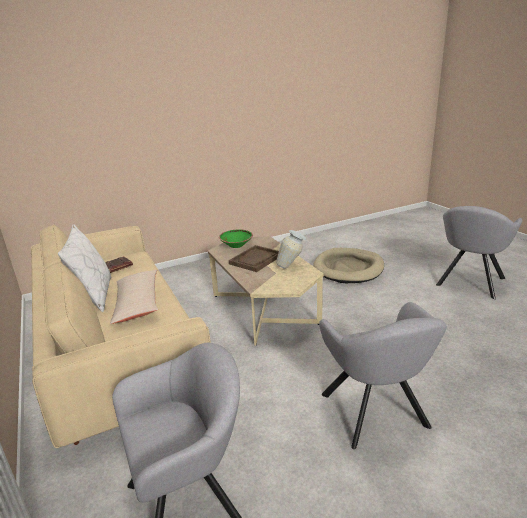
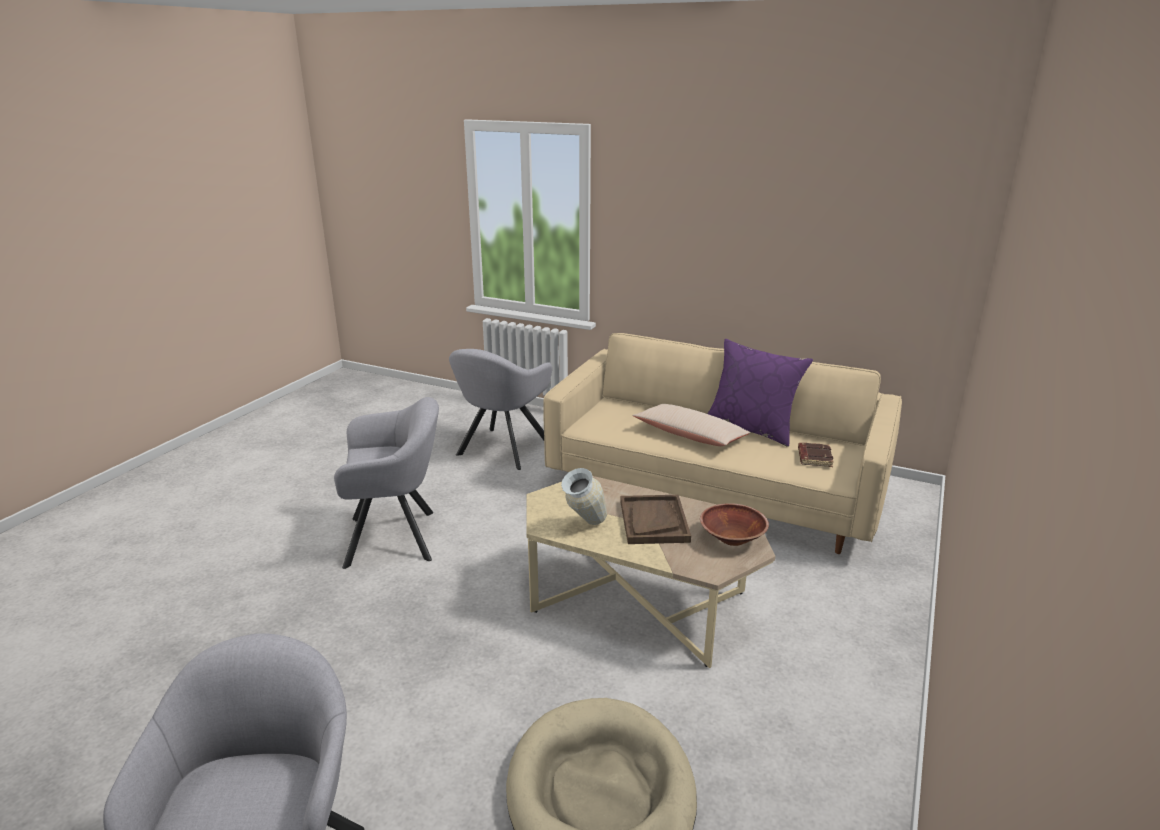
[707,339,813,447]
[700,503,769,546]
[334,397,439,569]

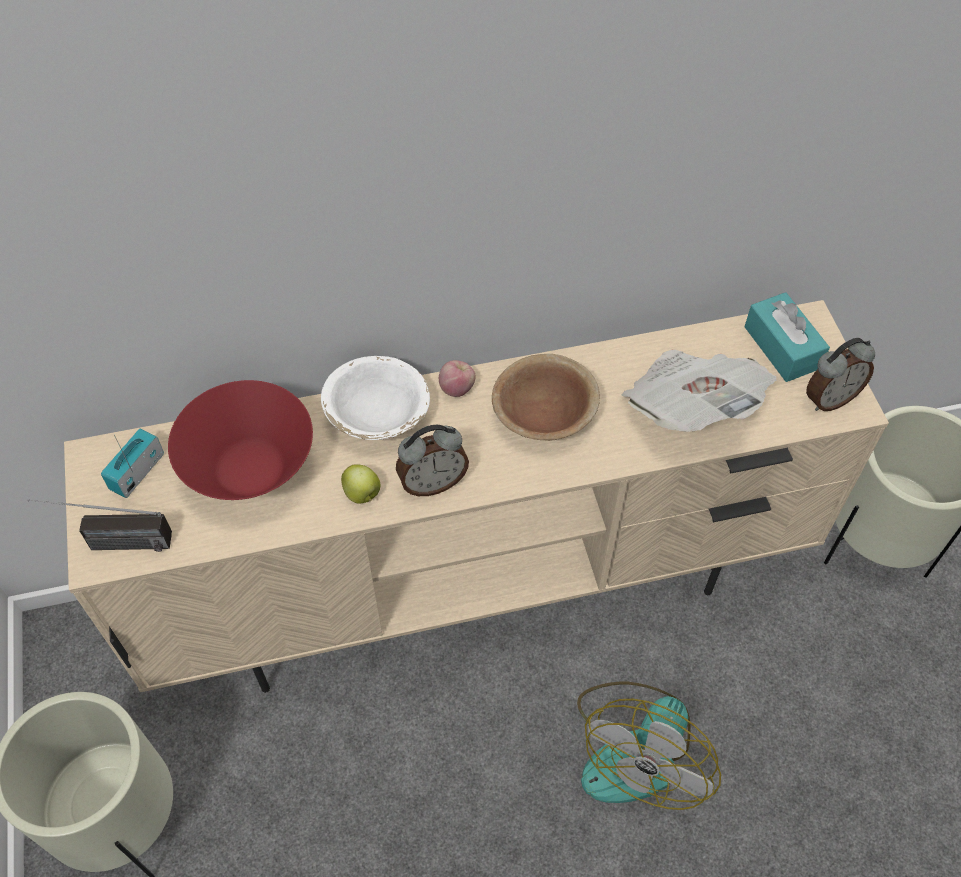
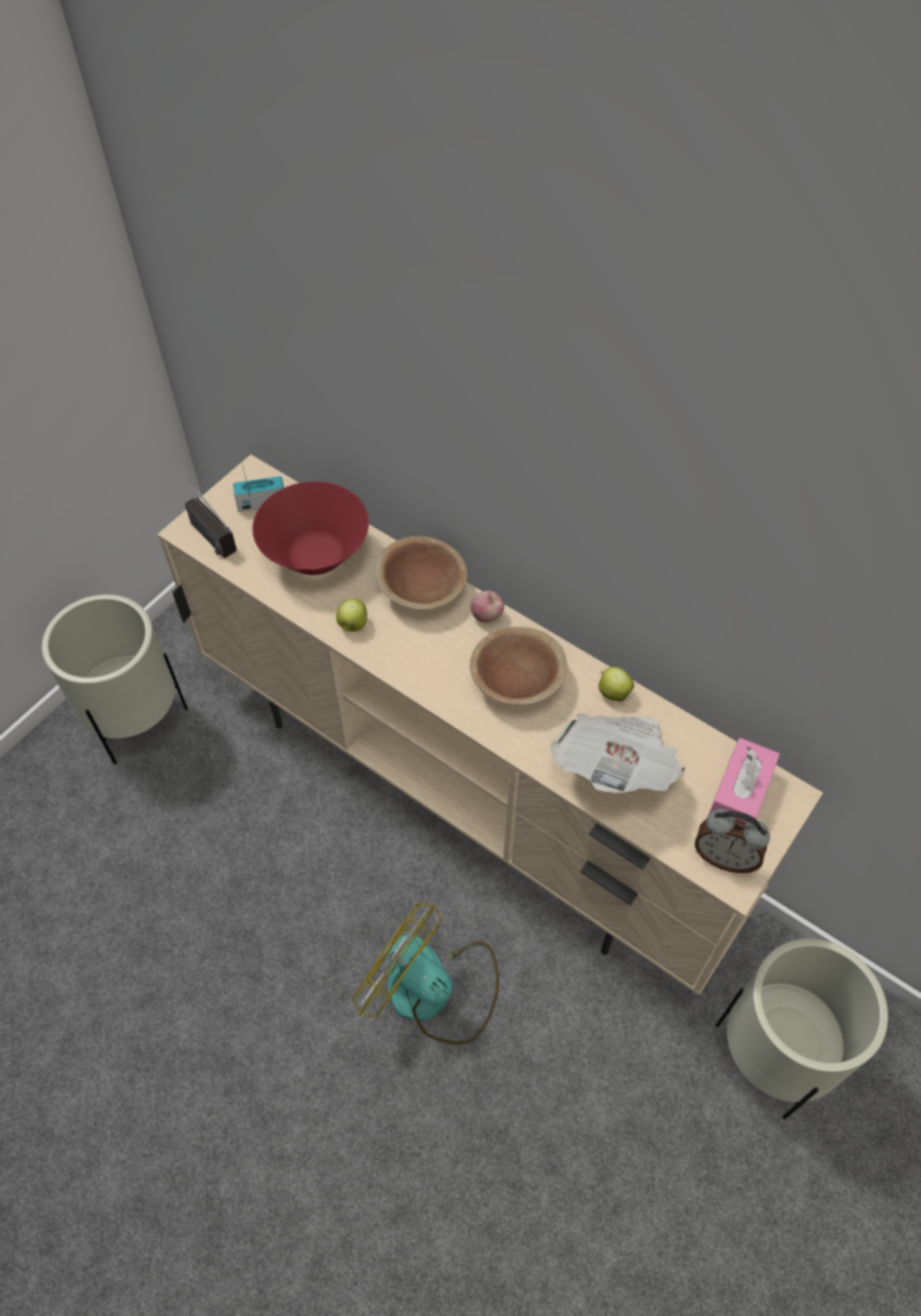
[396,424,469,496] (first image)
[599,667,634,701]
[375,536,467,610]
[709,738,780,823]
[352,903,499,1045]

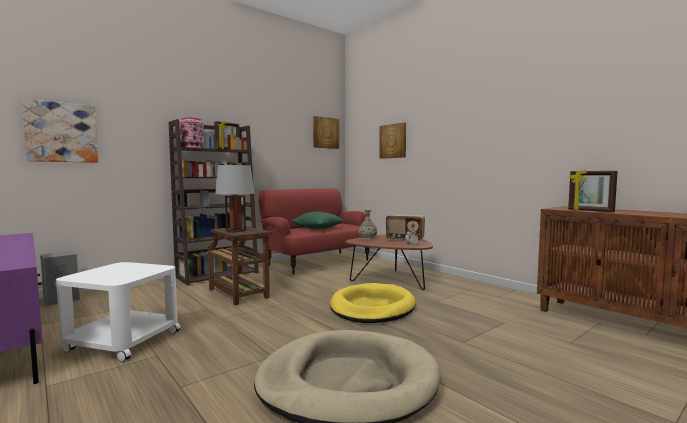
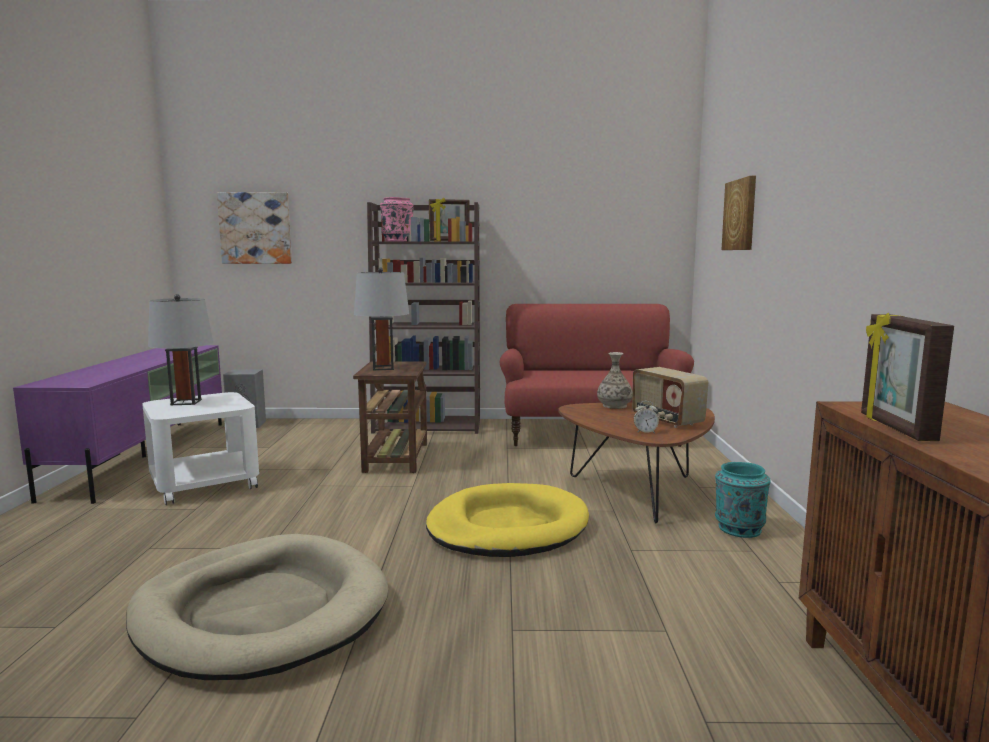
[291,212,344,229] (first image)
[313,116,339,149] (first image)
[148,294,213,405]
[715,462,771,538]

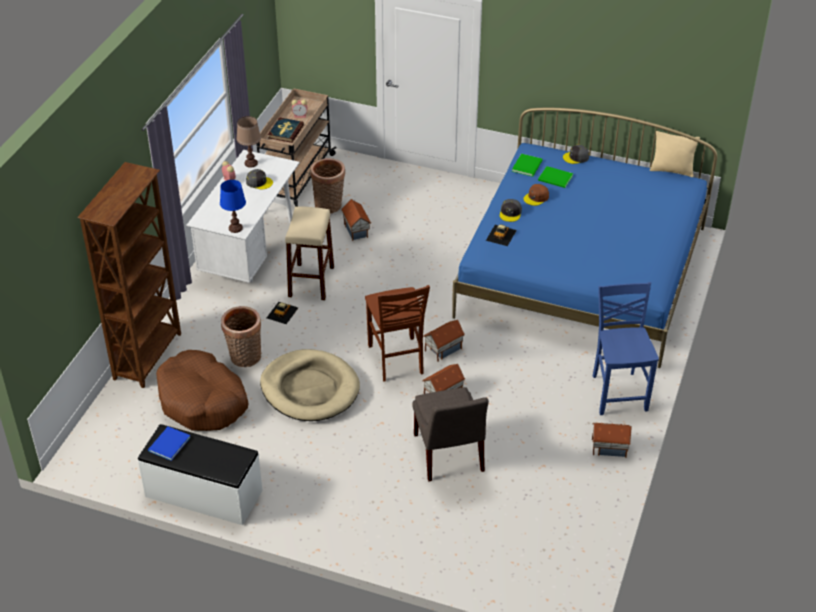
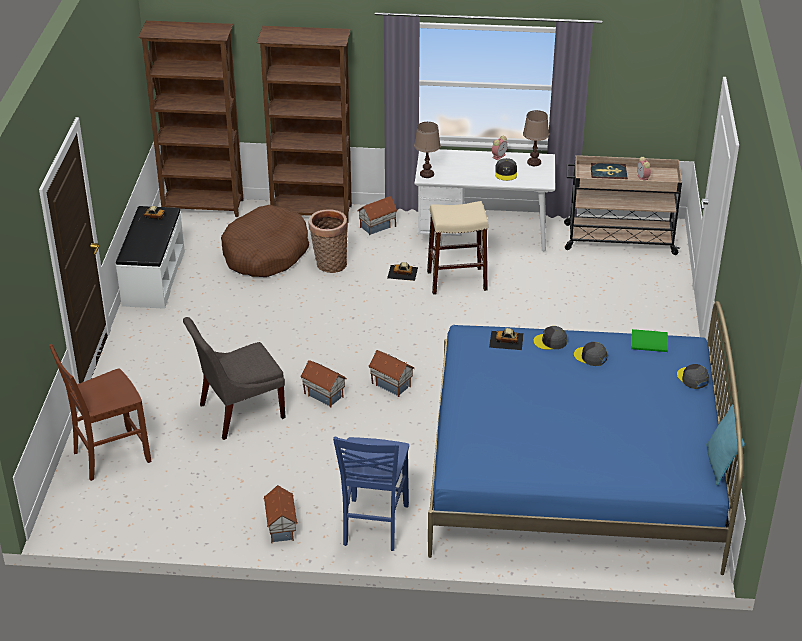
[260,349,360,421] (first image)
[310,158,345,214] (first image)
[538,166,573,188] (first image)
[138,21,244,217]
[358,196,398,235]
[49,344,151,481]
[138,206,172,225]
[414,122,441,178]
[574,342,607,366]
[706,404,745,486]
[333,436,409,551]

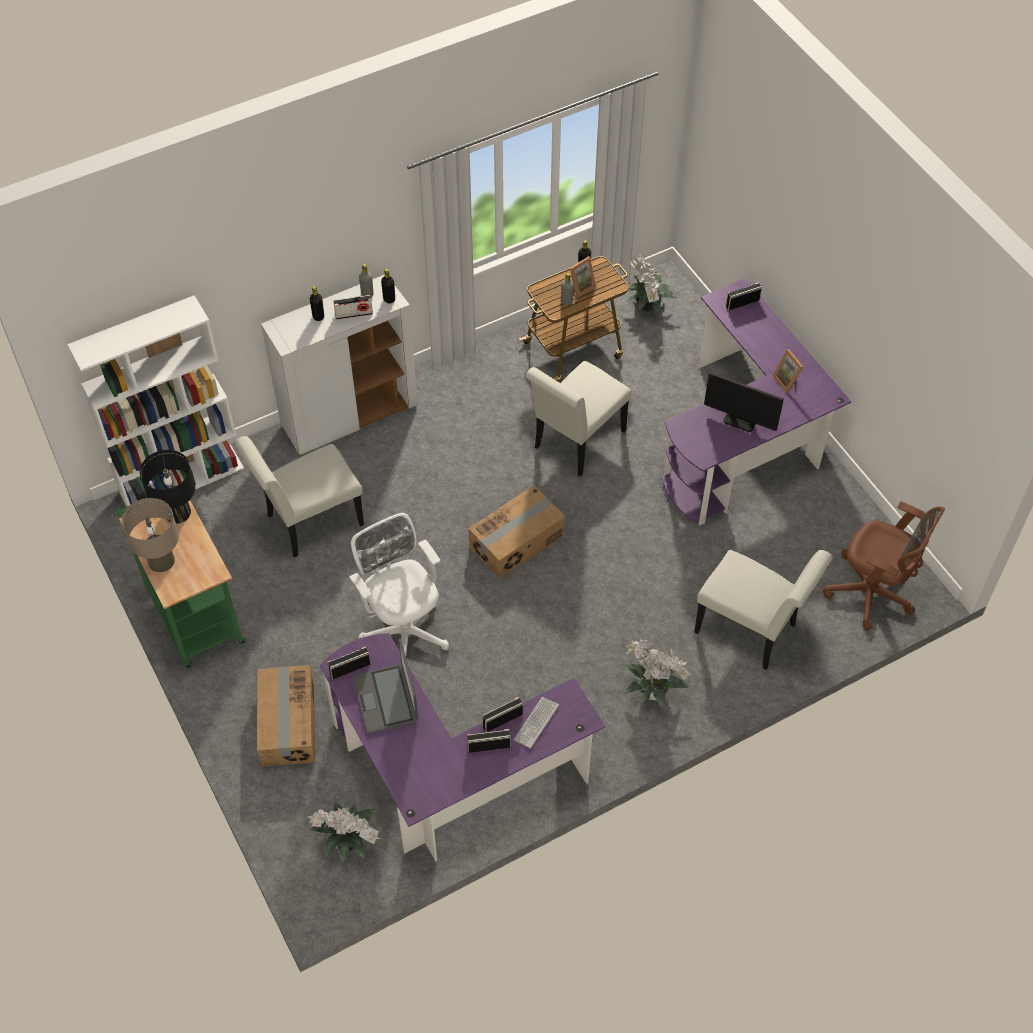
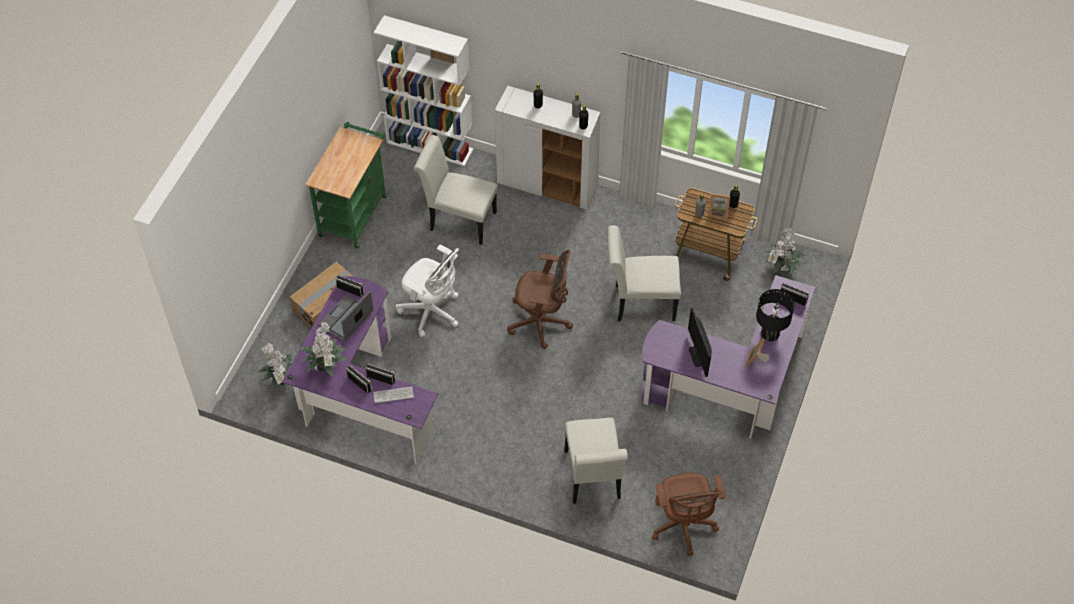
[122,498,179,572] (first image)
[333,295,373,319] (first image)
[756,289,795,341]
[300,322,347,377]
[507,250,573,349]
[396,245,459,337]

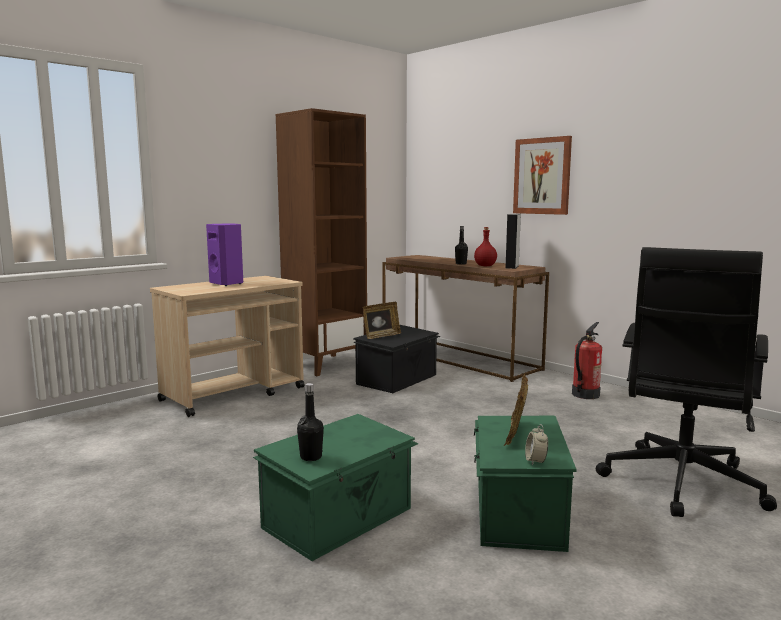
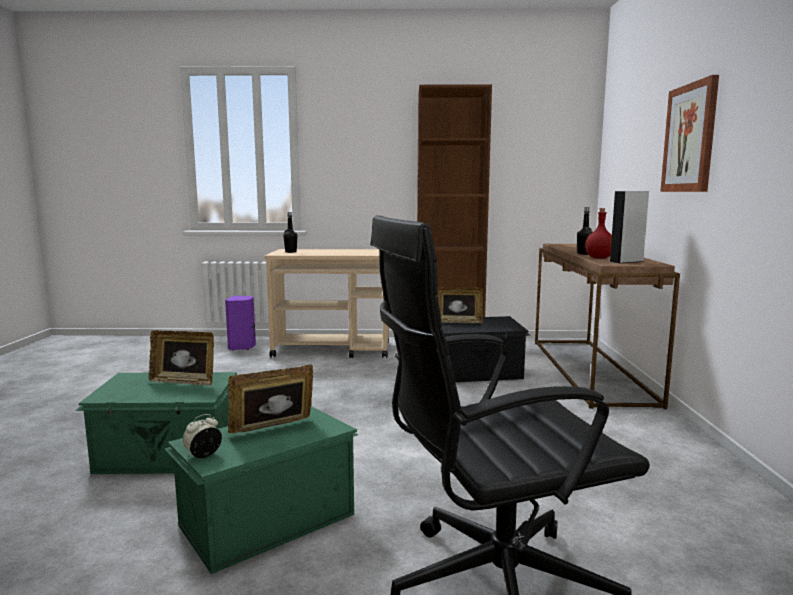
[572,322,602,399] (first image)
[149,330,214,385]
[225,296,256,350]
[283,212,297,253]

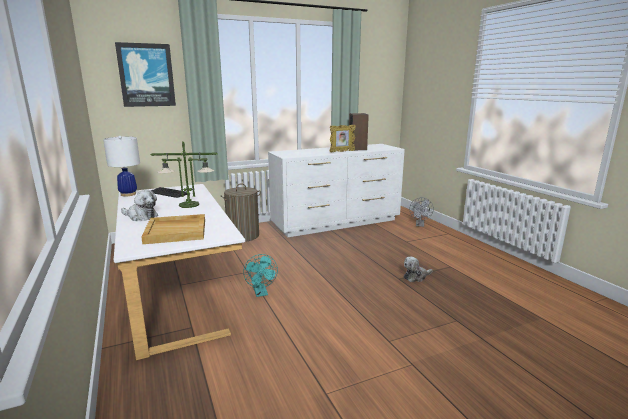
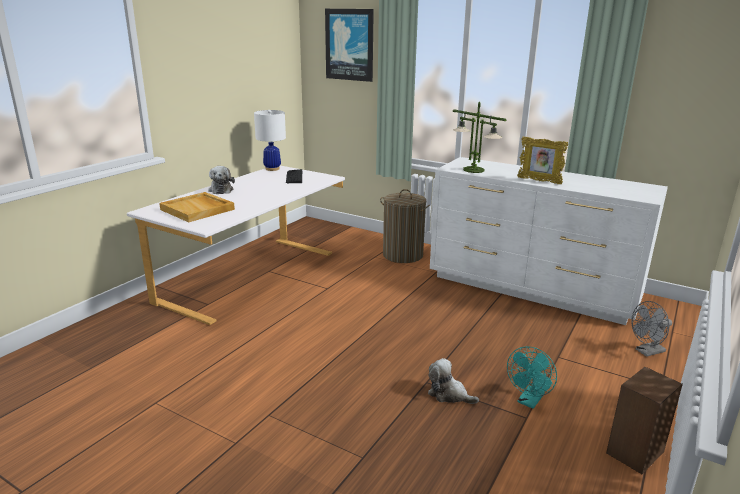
[453,101,507,173]
[507,346,557,409]
[606,367,683,474]

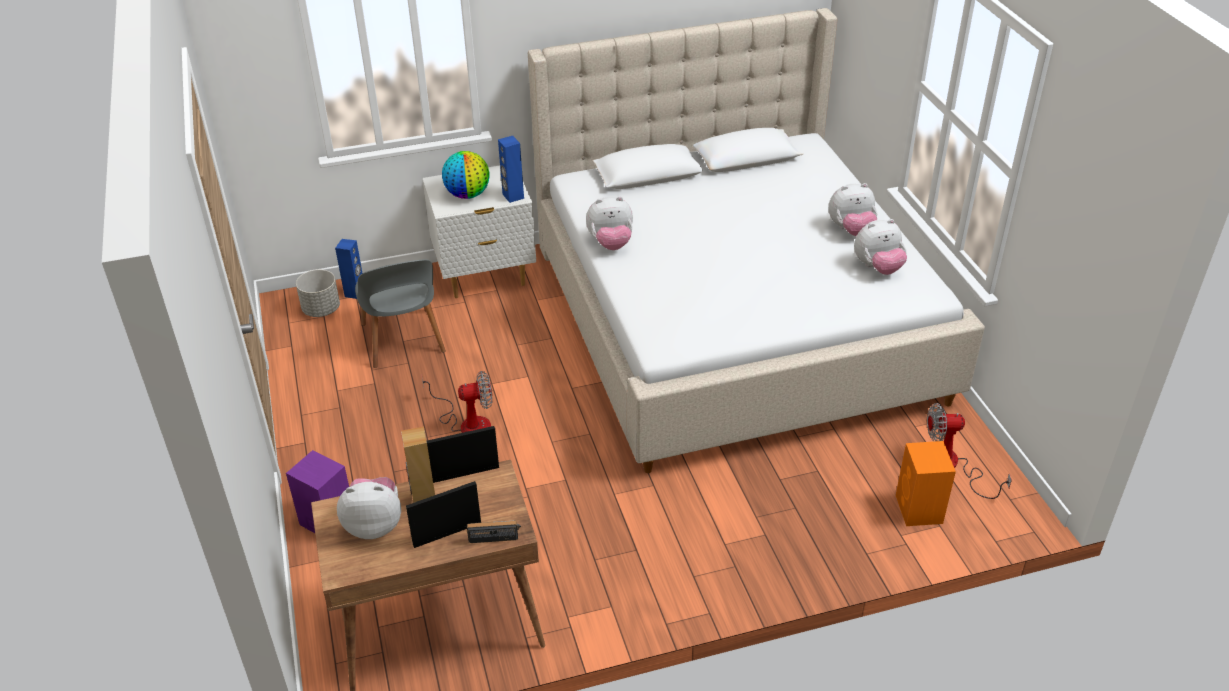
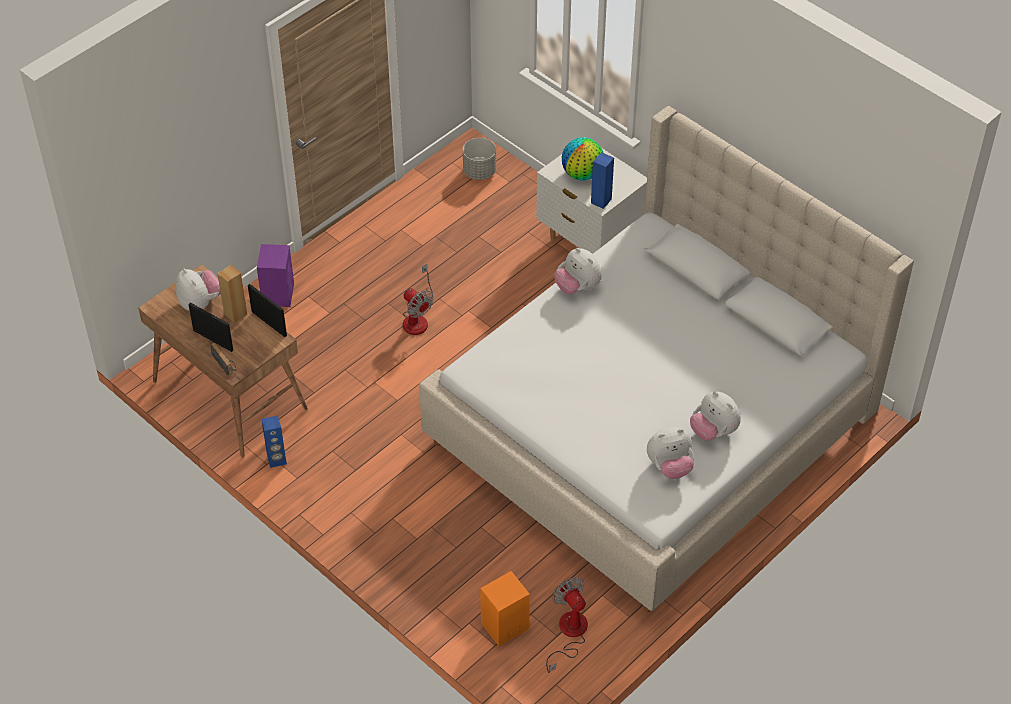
[355,259,446,368] (first image)
[261,415,287,468]
[647,427,694,479]

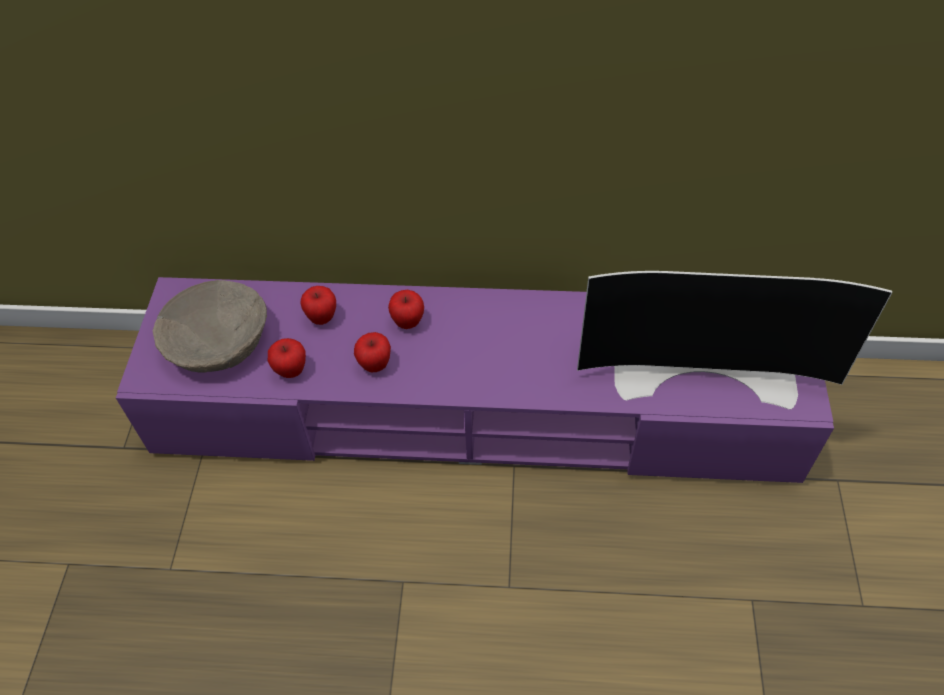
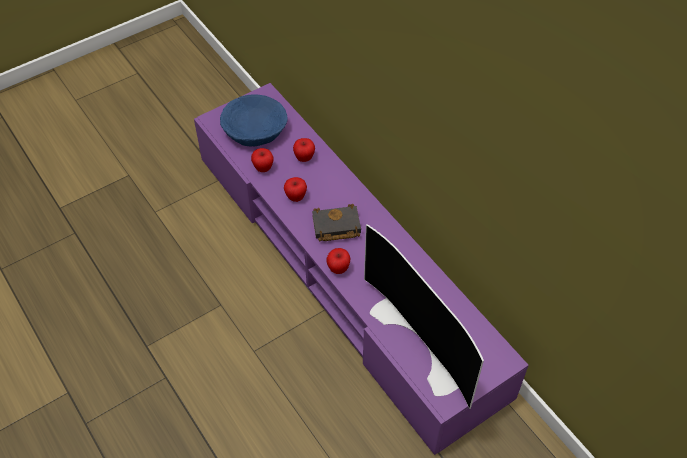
[312,204,361,241]
[327,248,350,274]
[220,94,288,146]

